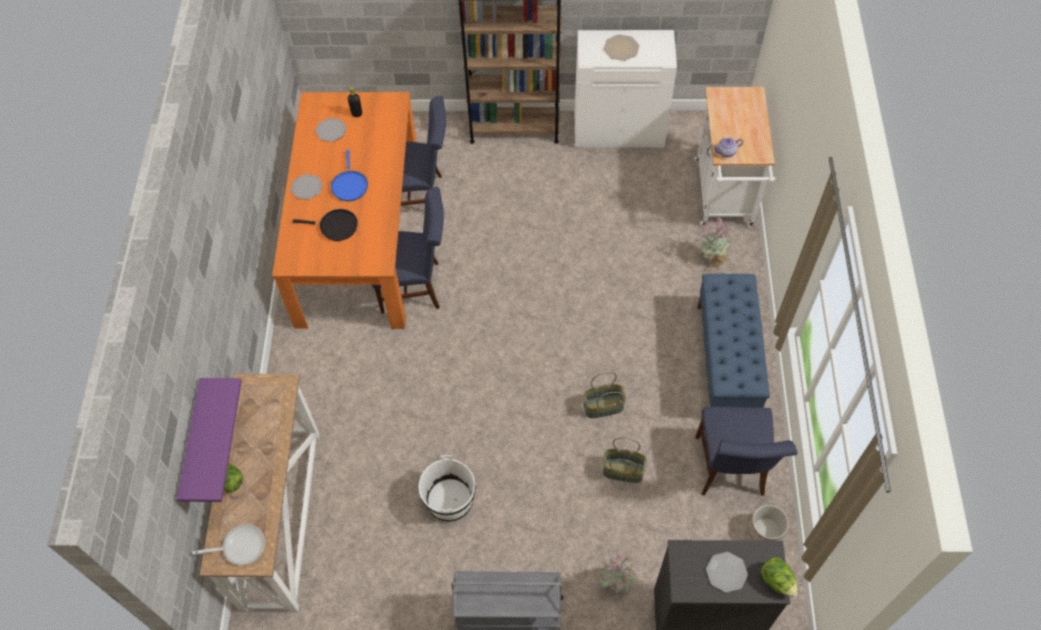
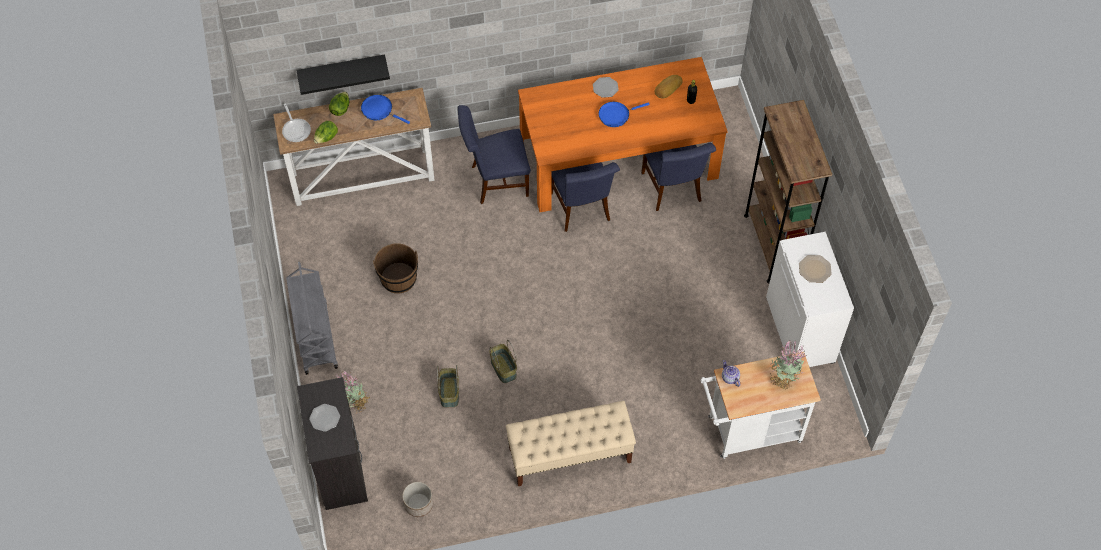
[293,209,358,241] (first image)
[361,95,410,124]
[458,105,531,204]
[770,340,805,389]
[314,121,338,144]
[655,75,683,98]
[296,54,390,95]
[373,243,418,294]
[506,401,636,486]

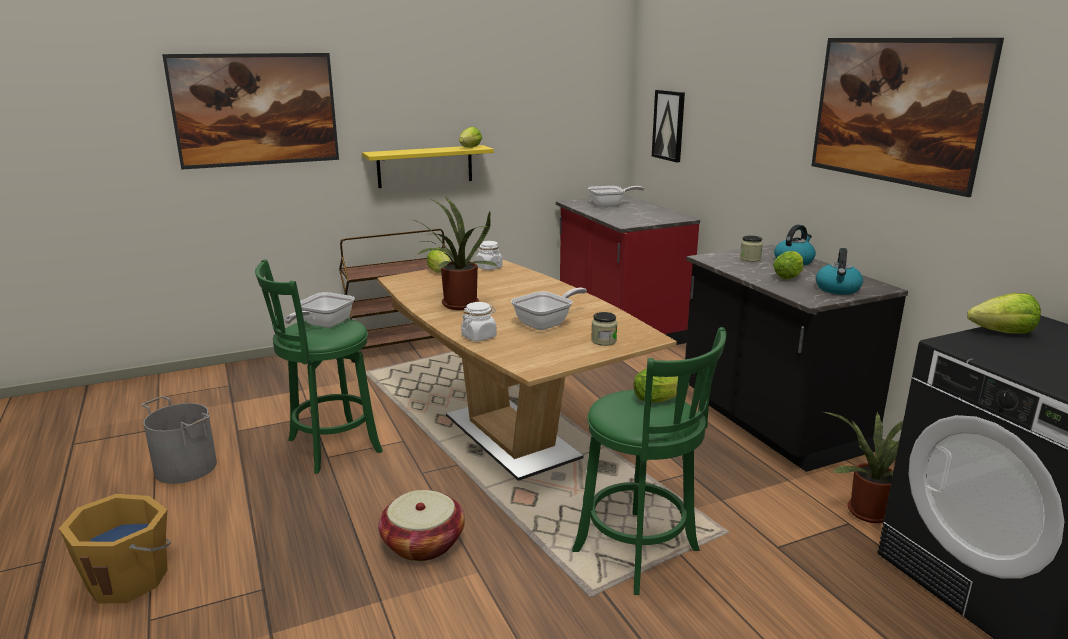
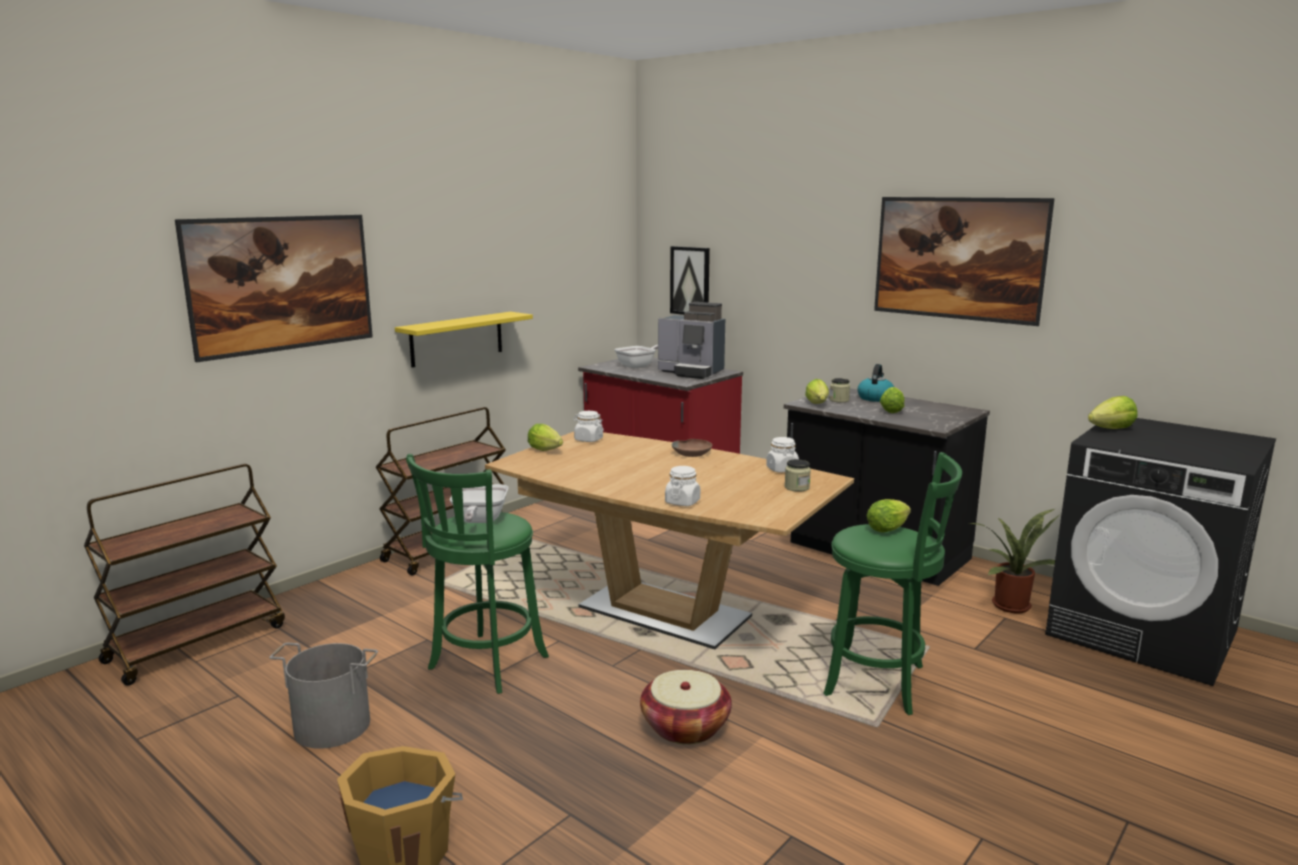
[410,197,497,310] (first image)
[511,288,587,330] (first image)
[816,248,863,295] (first image)
[84,464,285,685]
[658,302,725,379]
[672,439,712,457]
[766,437,799,472]
[805,379,829,404]

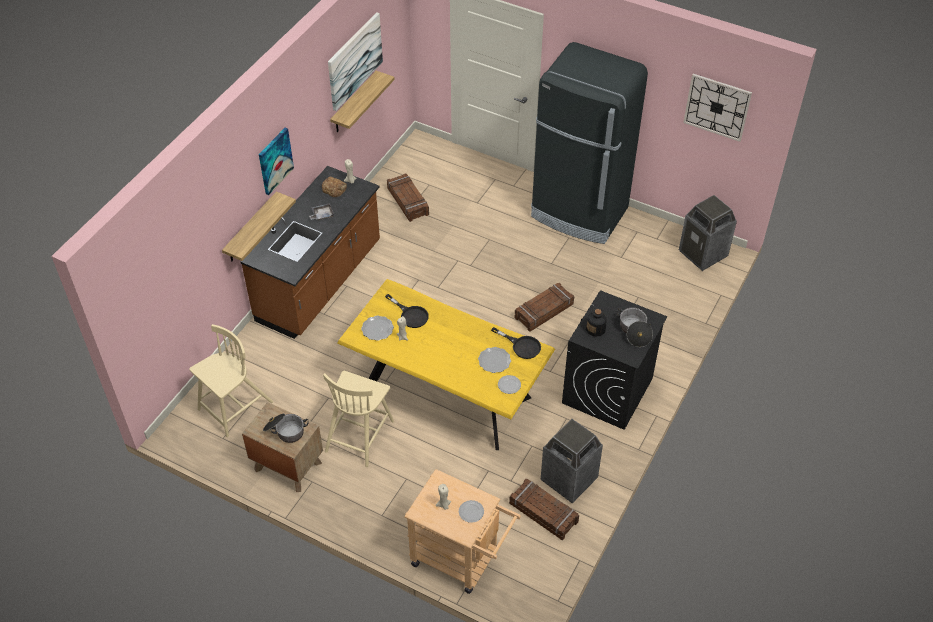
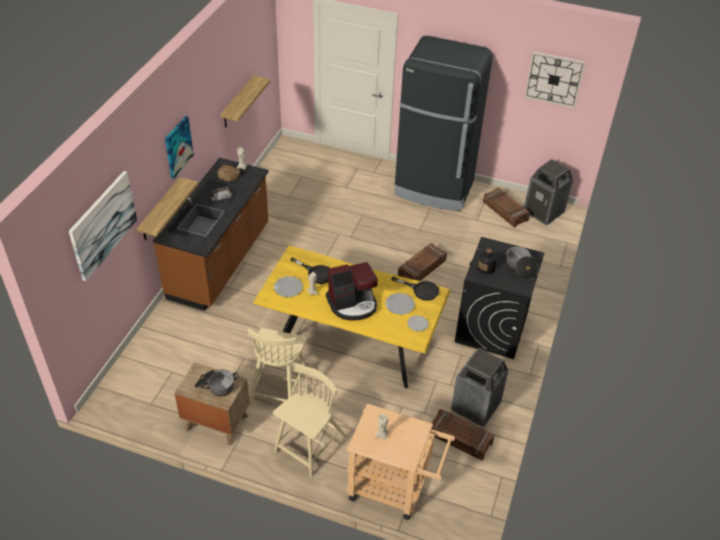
[459,500,484,523] (first image)
[326,262,378,321]
[273,365,347,477]
[69,171,137,281]
[483,188,530,228]

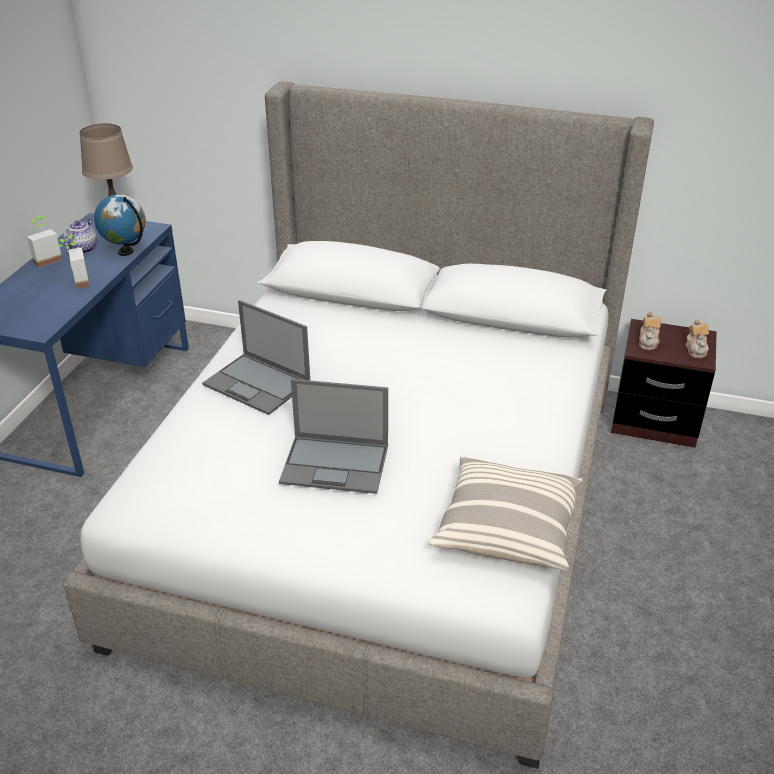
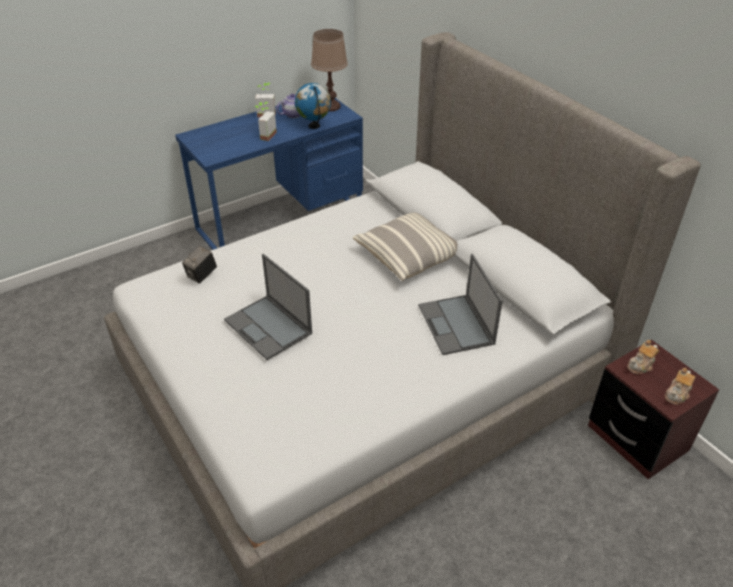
[182,246,217,284]
[418,254,503,355]
[353,212,457,281]

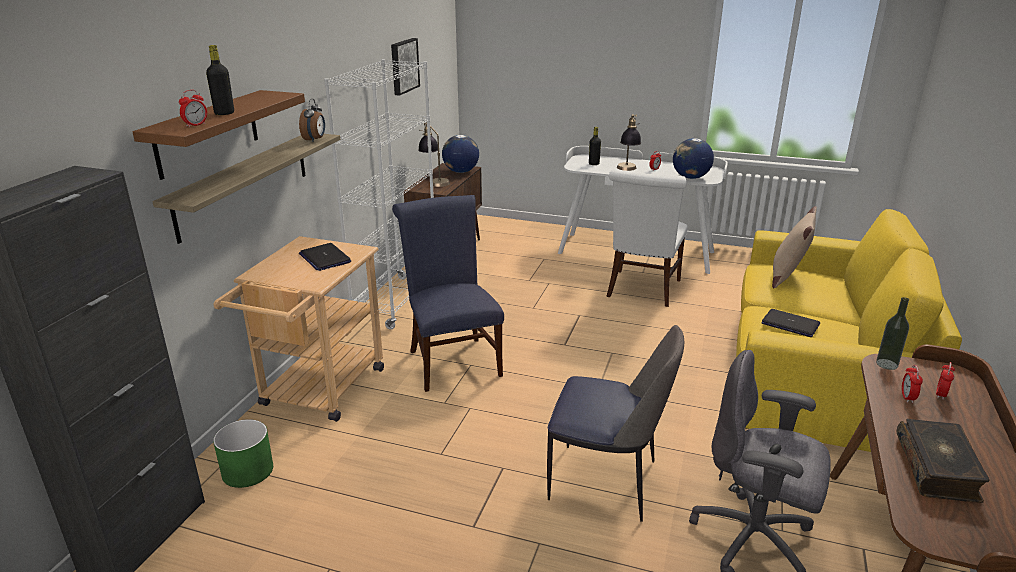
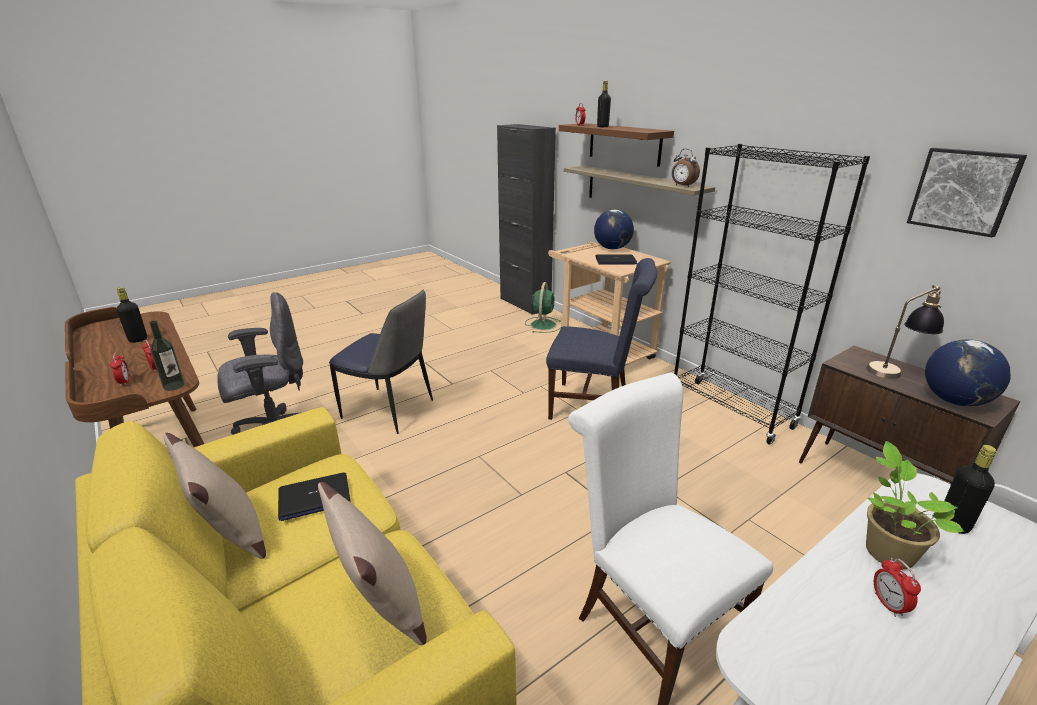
[163,433,266,559]
[594,209,634,249]
[525,282,562,333]
[866,441,964,569]
[117,287,147,343]
[674,144,870,444]
[329,290,433,434]

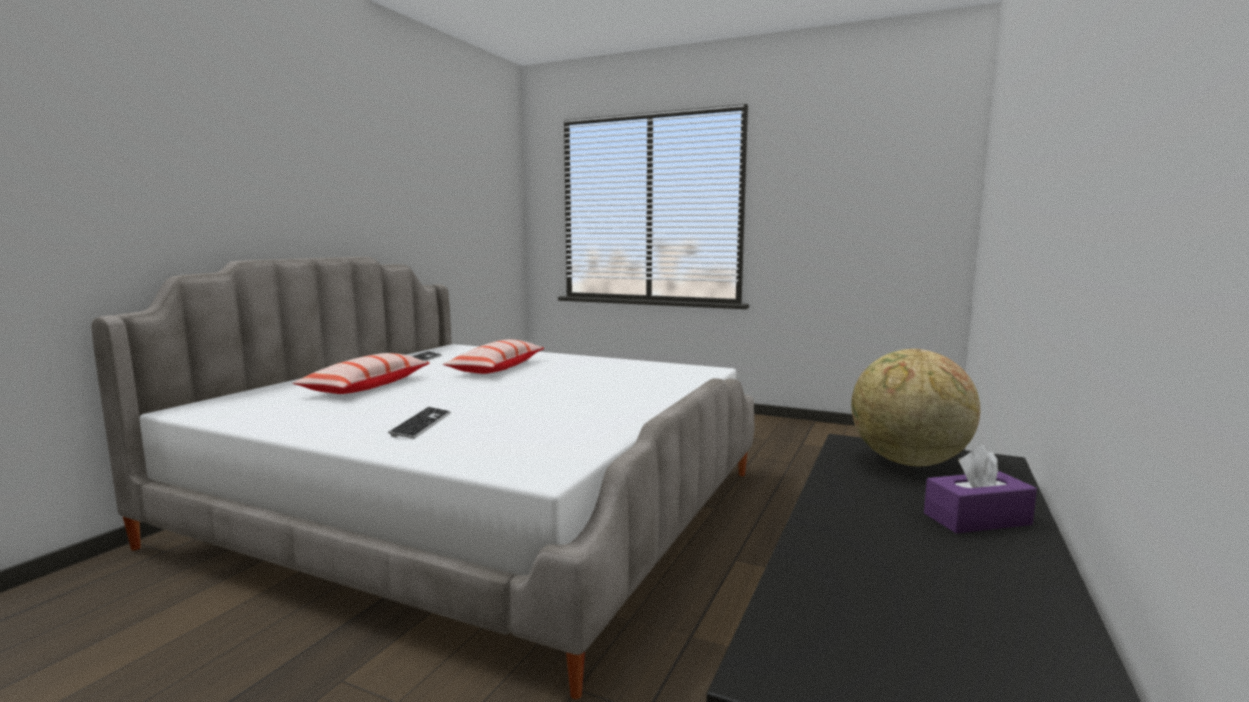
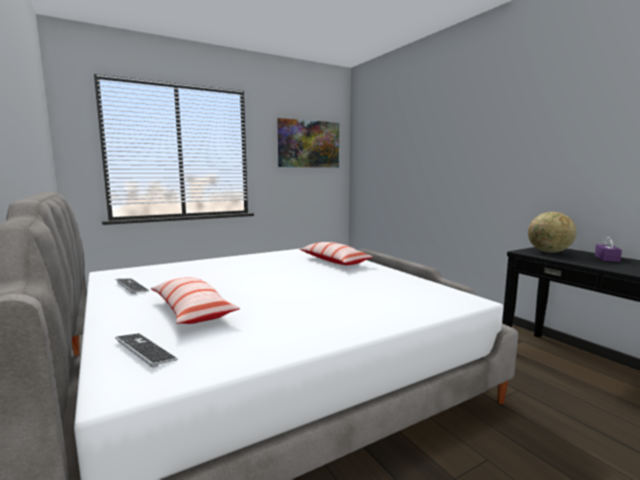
[277,118,339,168]
[115,333,178,368]
[300,242,373,265]

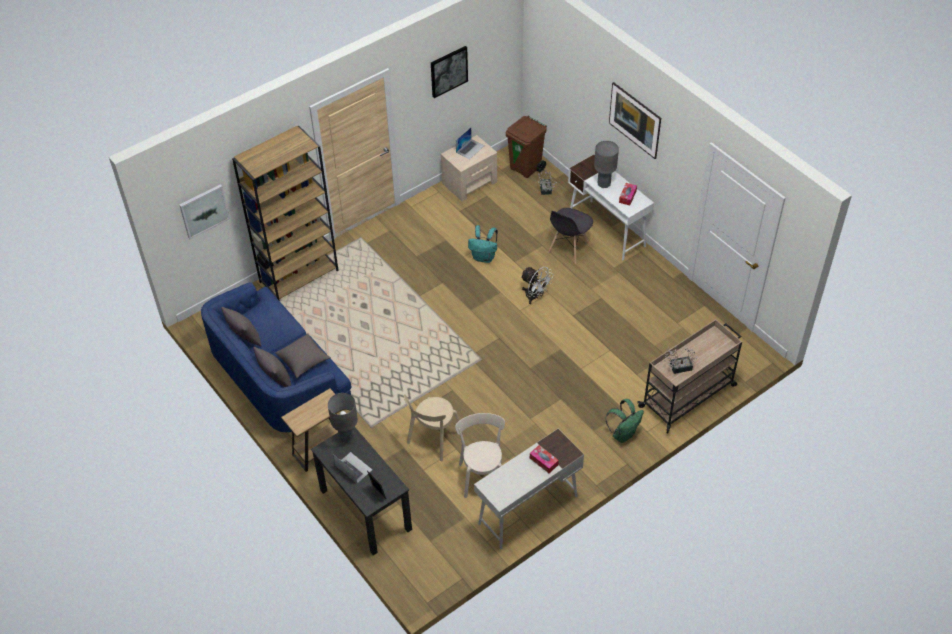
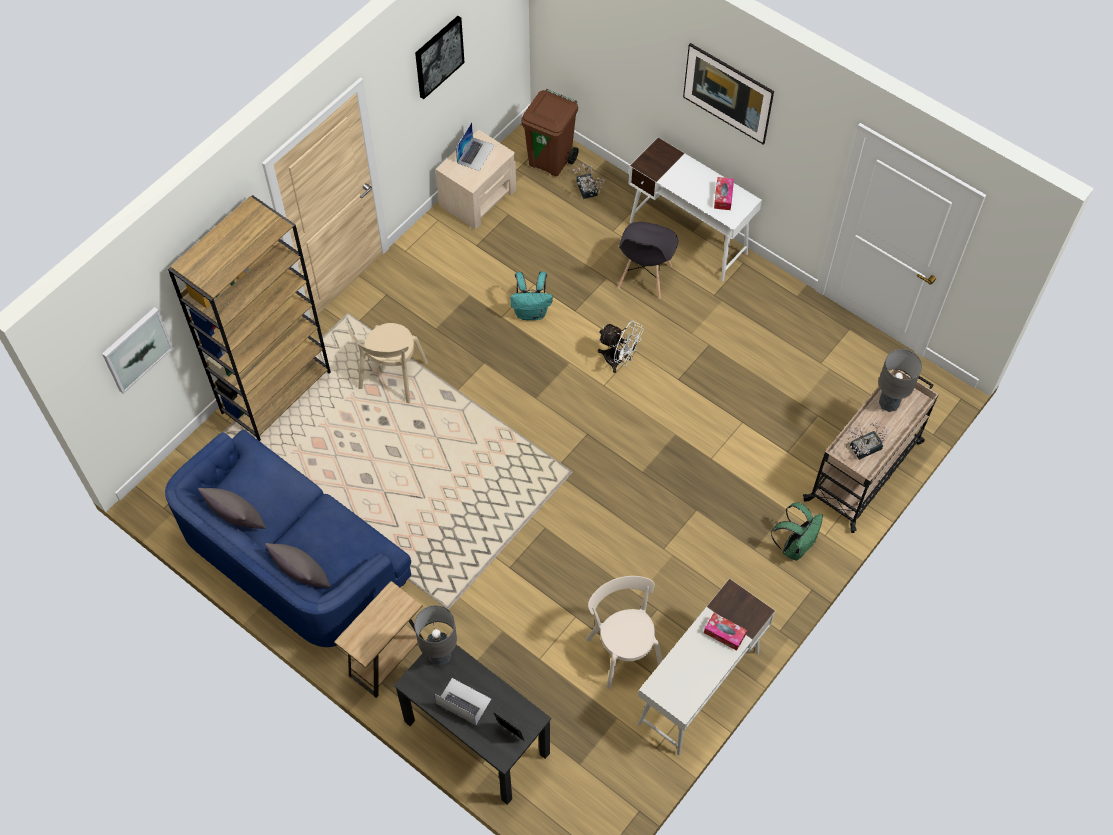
[275,333,331,378] (first image)
[348,323,428,404]
[879,349,922,412]

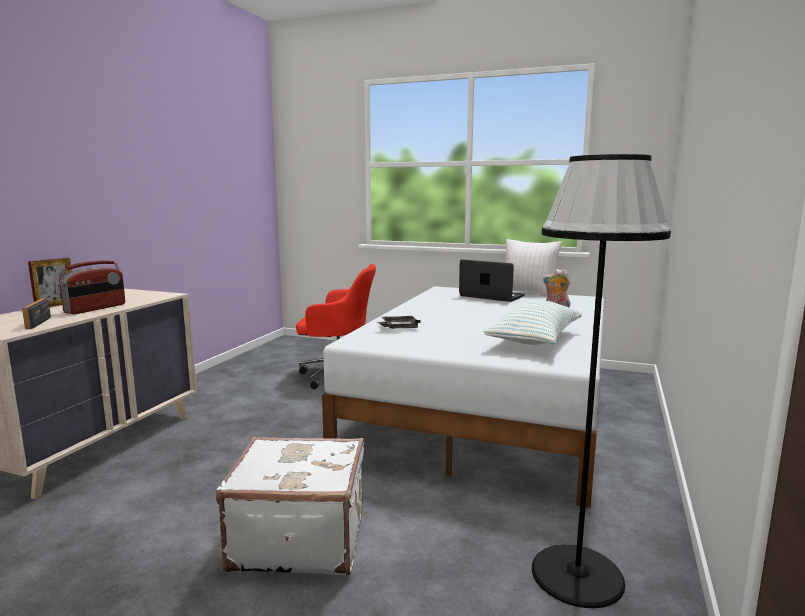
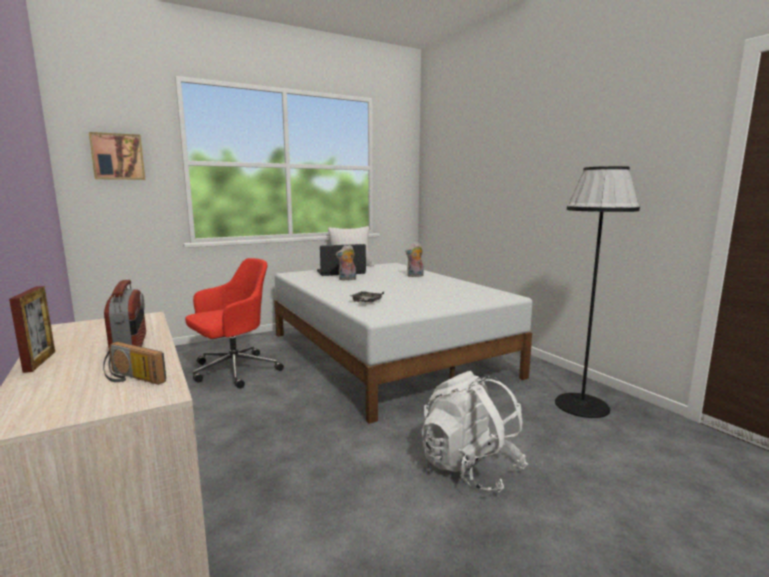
[483,300,582,345] (first image)
[89,132,145,180]
[336,245,356,281]
[421,371,528,493]

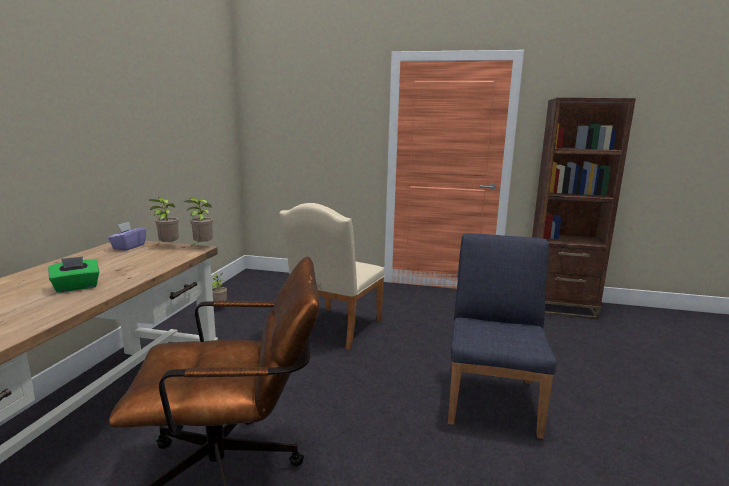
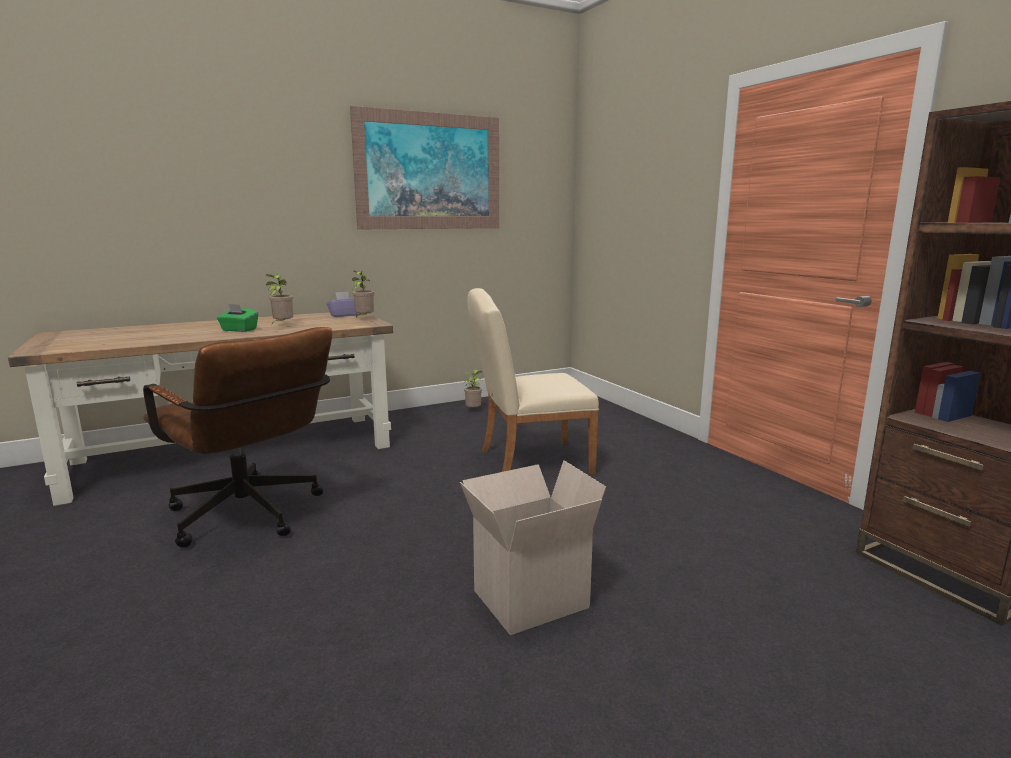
[350,106,499,230]
[266,273,293,322]
[460,460,606,635]

